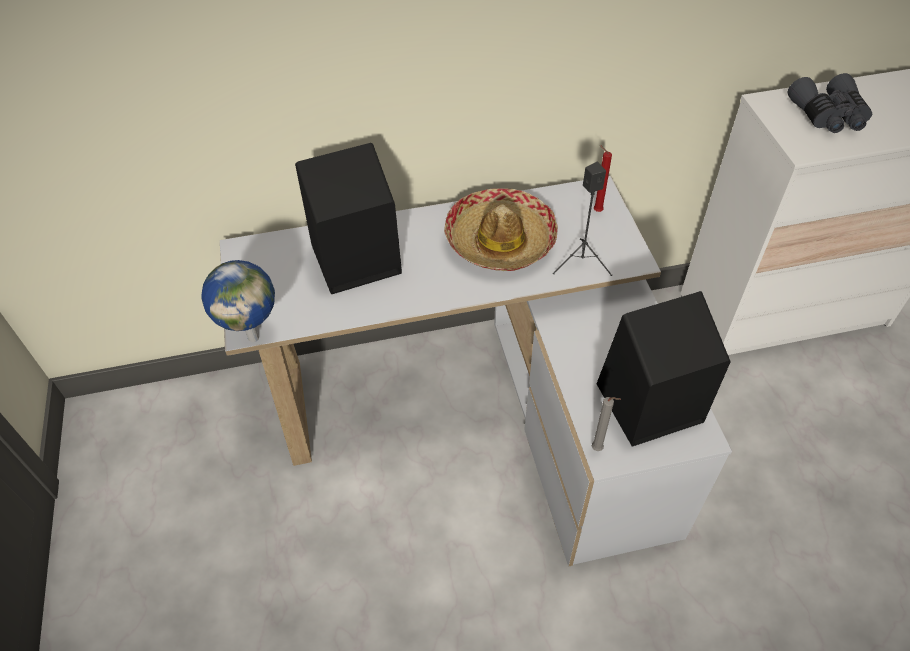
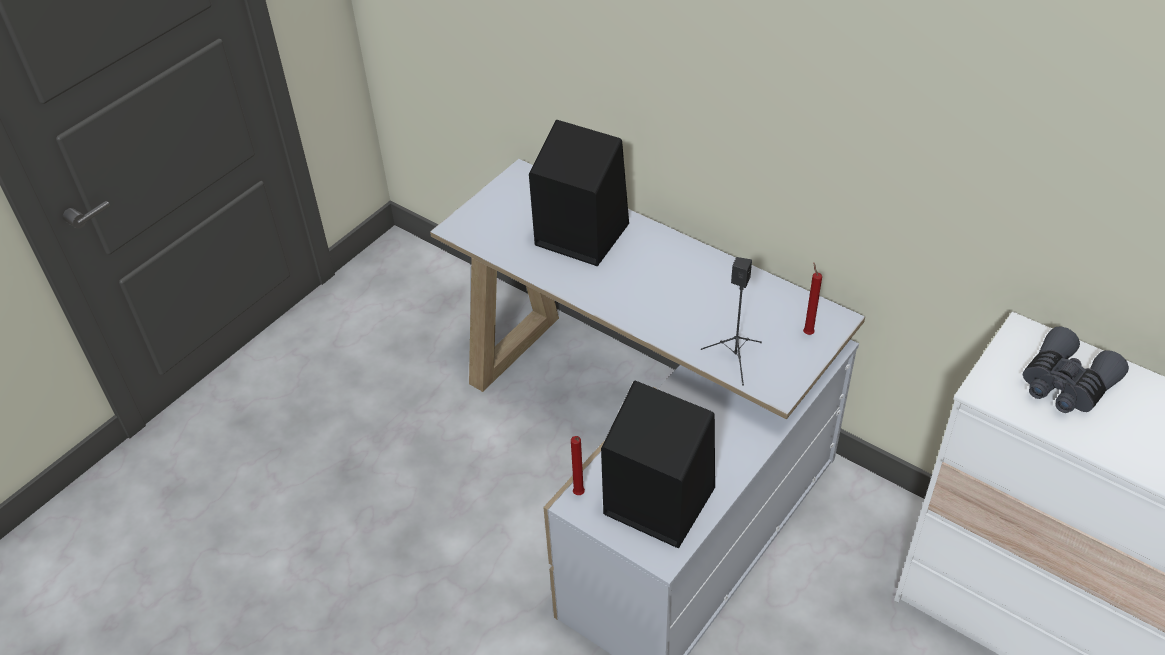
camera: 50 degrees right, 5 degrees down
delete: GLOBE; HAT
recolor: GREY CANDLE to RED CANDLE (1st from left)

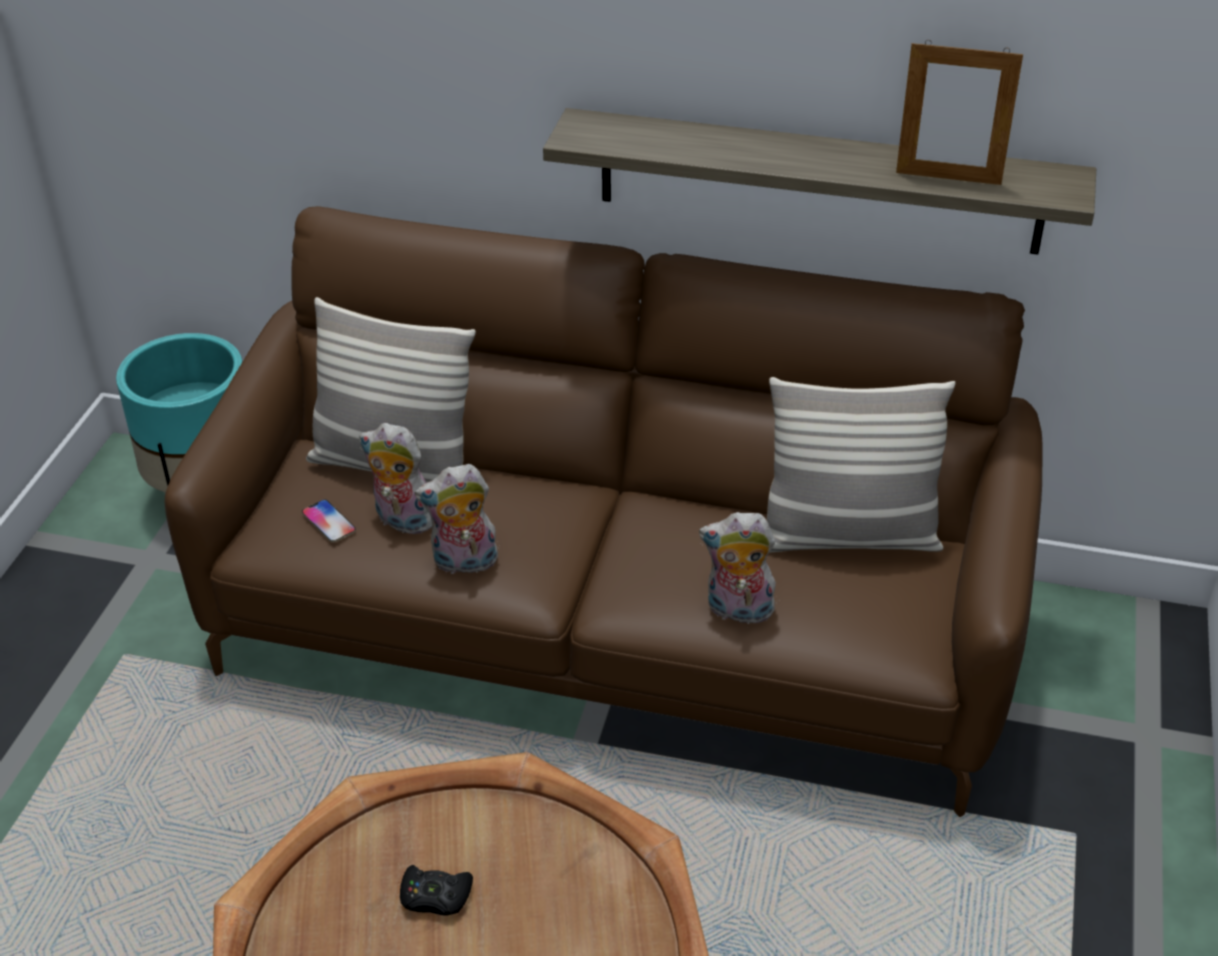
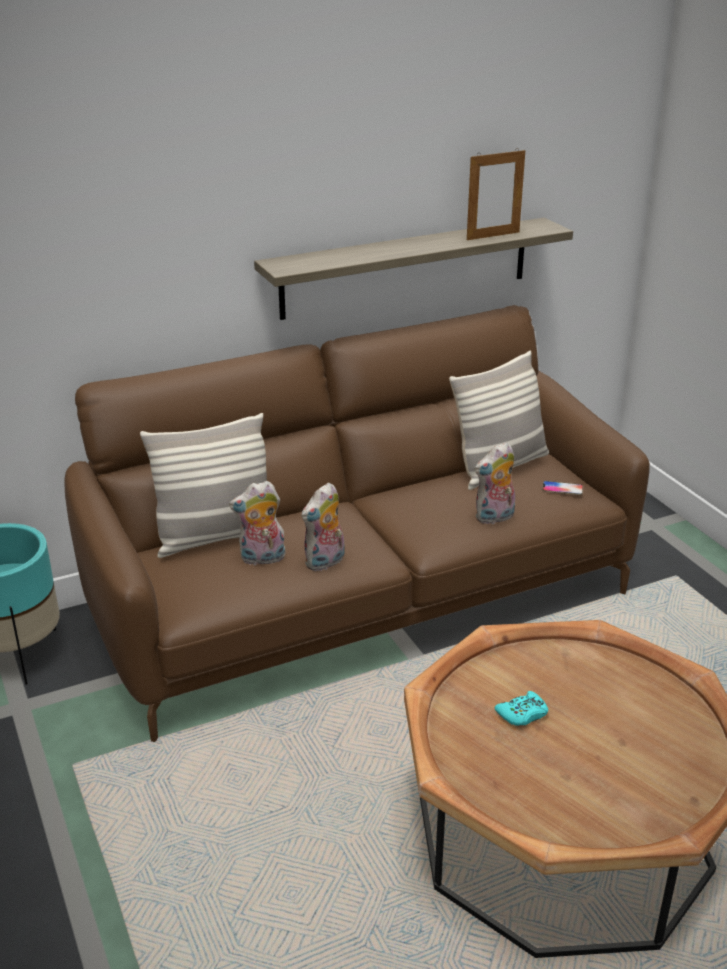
camera: 40 degrees left, 10 degrees down
move: PHONE
recolor: BLACK GAME CONTROLLER to TURQUOISE GAME CONTROLLER

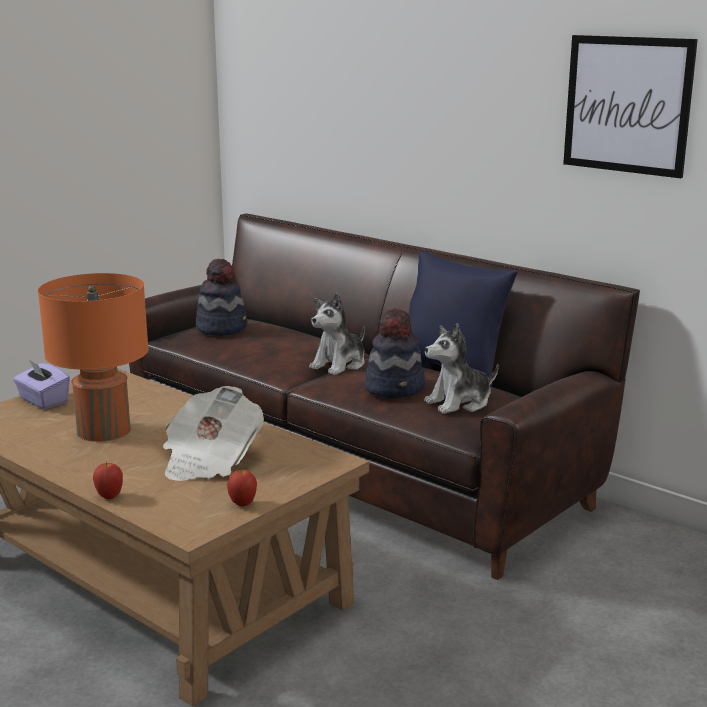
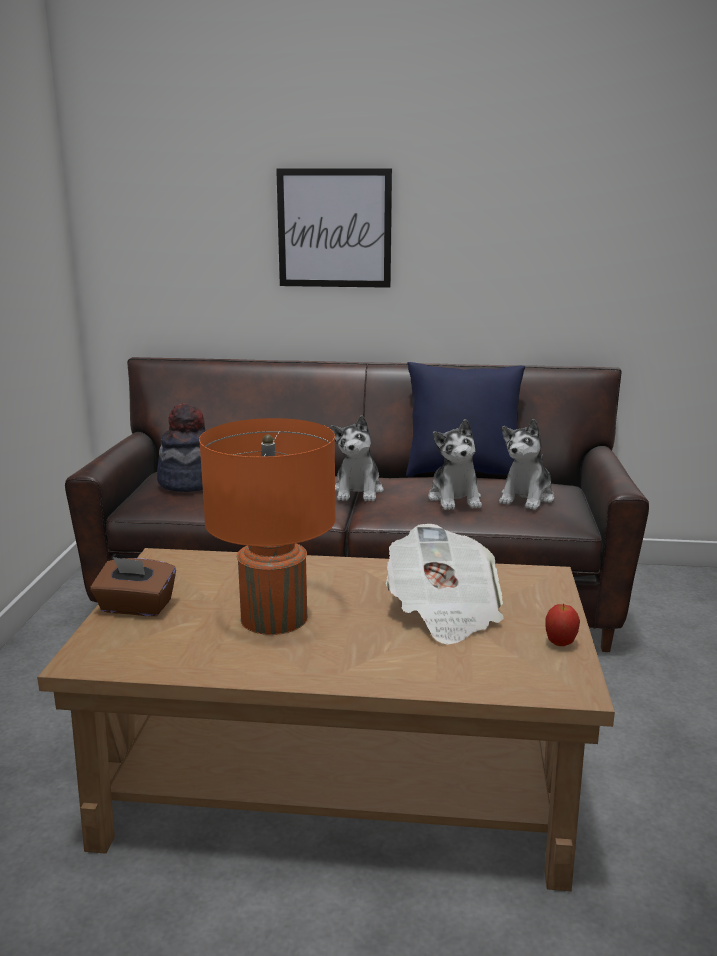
camera: 35 degrees left, 0 degrees up
delete: APPLE (1st from left)
move: PICTURE
replace: HAT (2nd from left) to PLUSH TOY (2nd from left)
recolor: PURPLE TISSUE BOX to BROWN TISSUE BOX

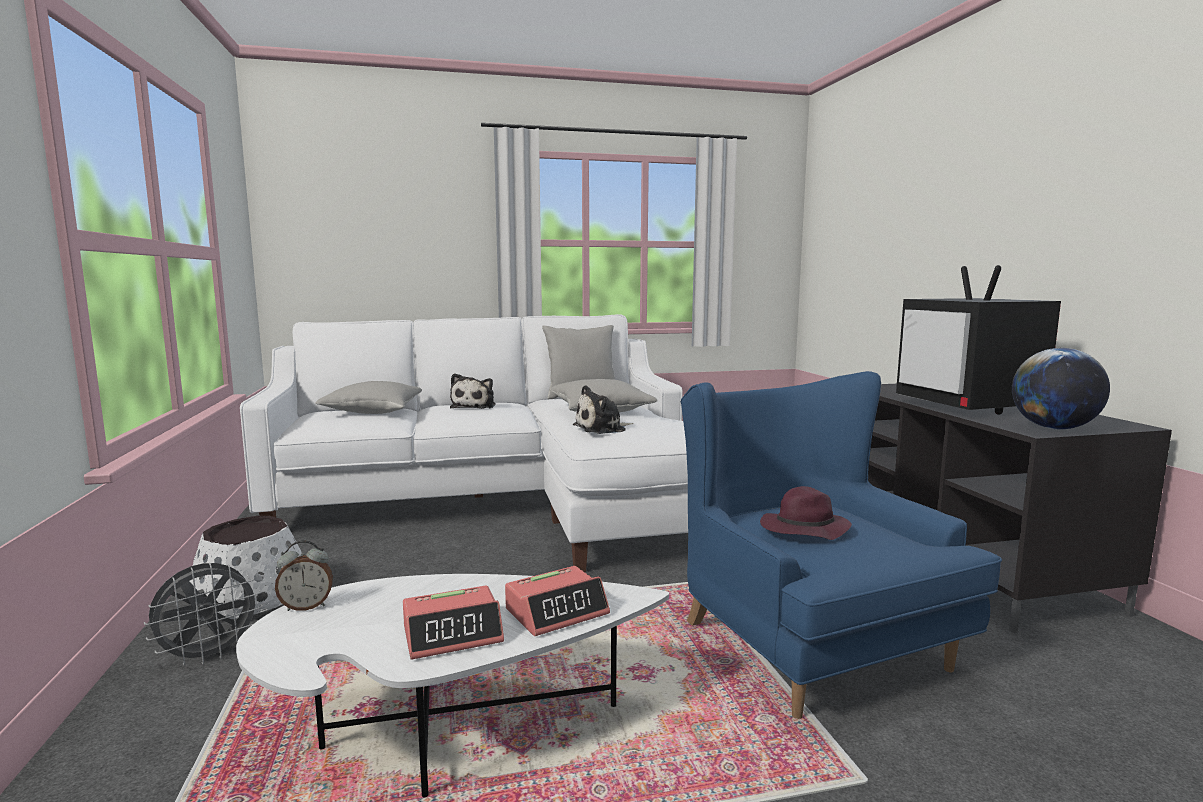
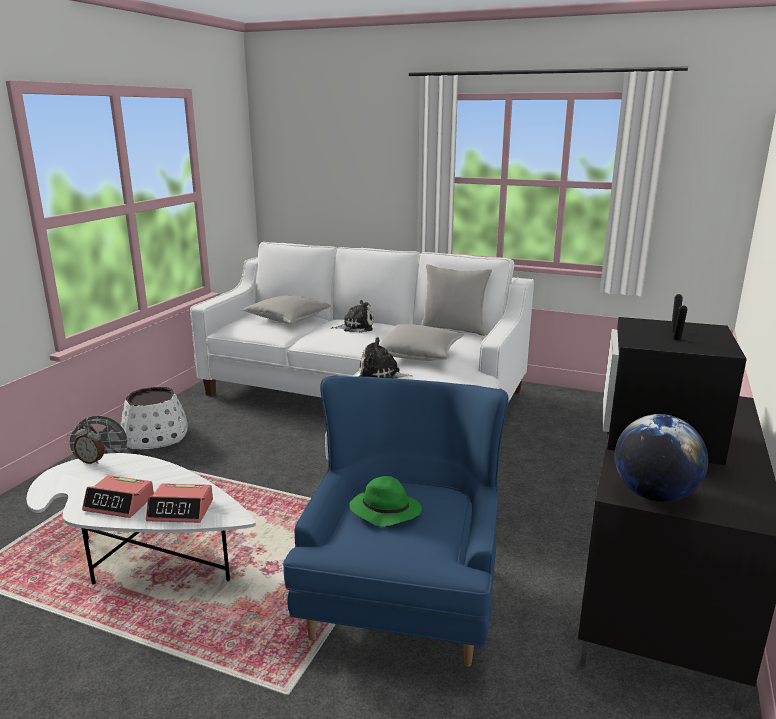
camera: 35 degrees right, 10 degrees up
recolor: PURPLE HAT to GREEN HAT
rotate: PLUSH TOY (1st from left) 135 degrees counterclockwise

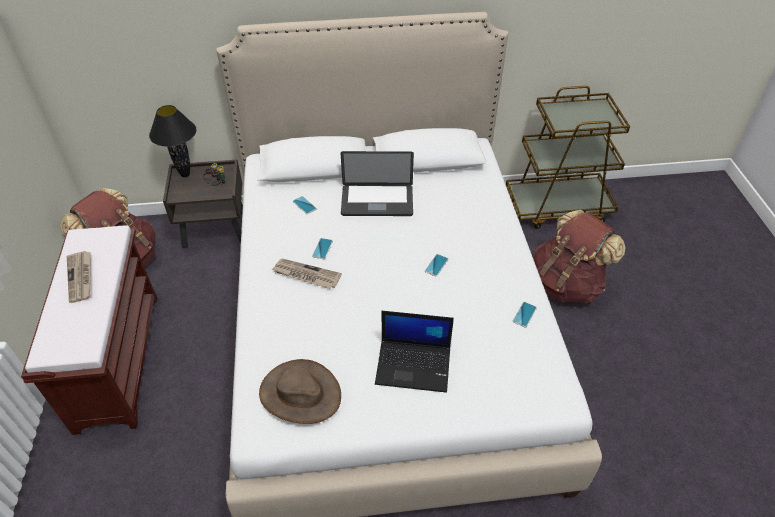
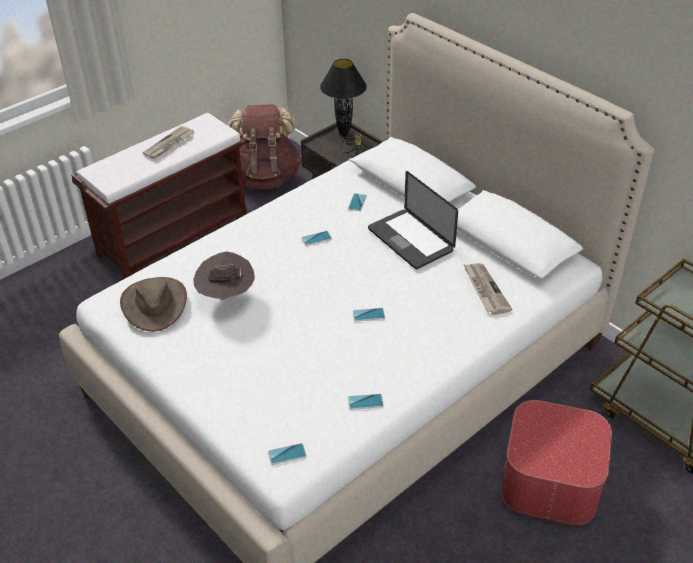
camera: 55 degrees right, 5 degrees down
delete: LAPTOP (2nd from left)
insert: BROWN HAT (2nd from left); PHONE (1st from left)
move: NEWSPAPER (2nd from left)
replace: BROWN BACKPACK (2nd from left) to OTTOMAN

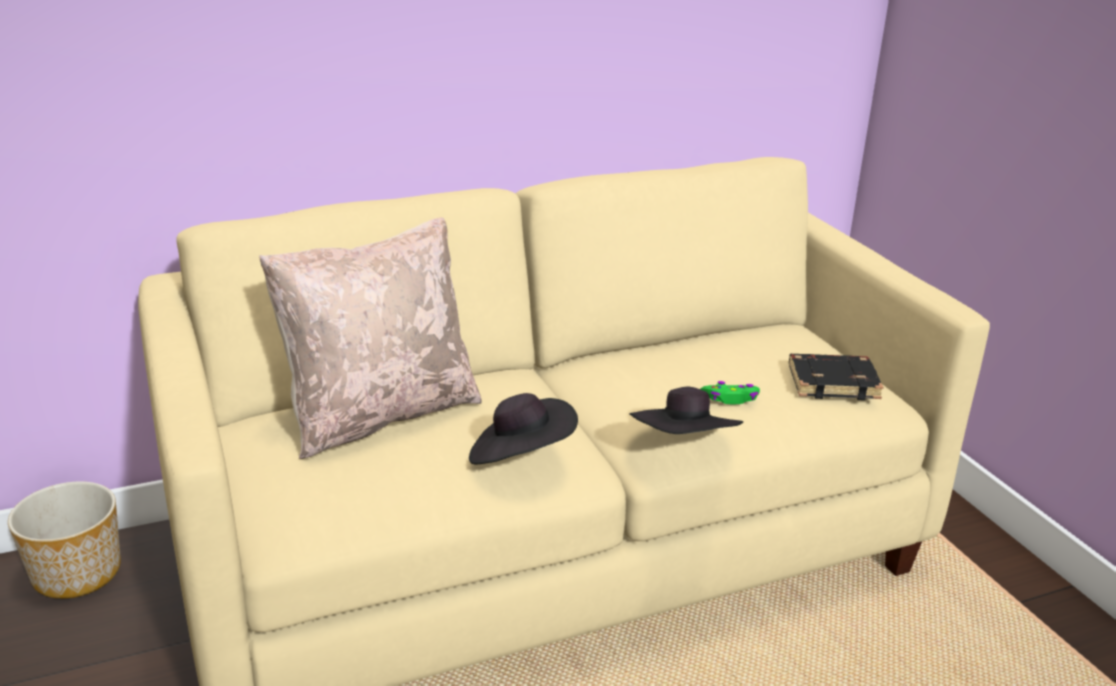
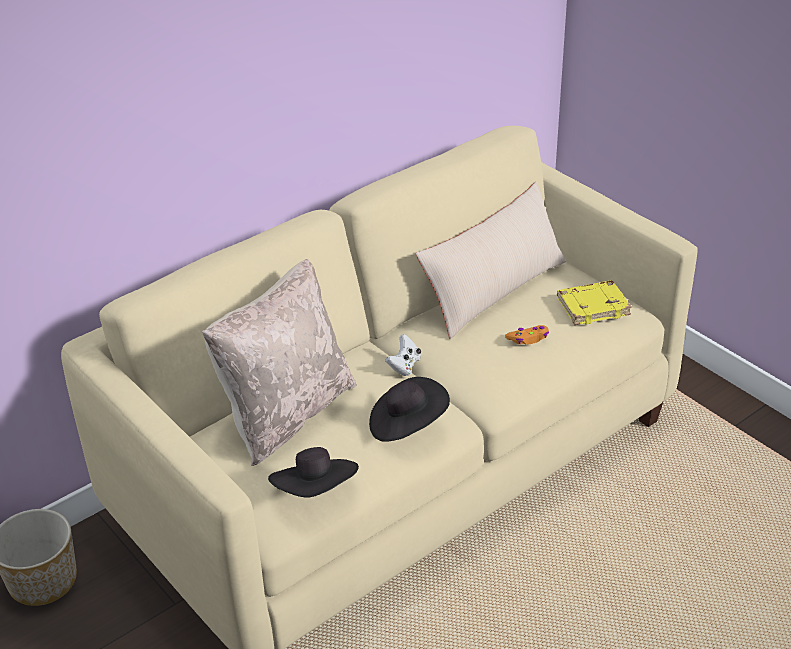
camera: 15 degrees left, 10 degrees up
insert: WHITE GAME CONTROLLER; BEIGE PILLOW (2nd from left)
move: BLACK HAT (2nd from left in the first image) to BLACK HAT (1st from left)
recolor: GREEN GAME CONTROLLER to ORANGE GAME CONTROLLER; BLACK BOOK to YELLOW BOOK

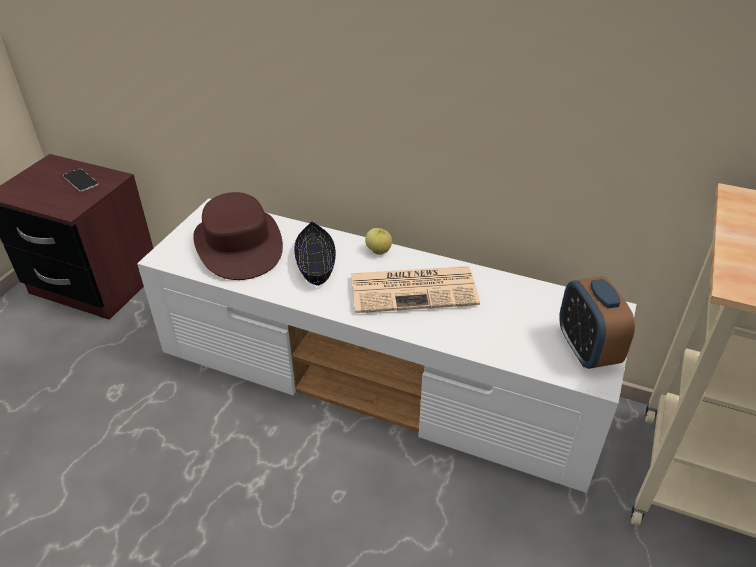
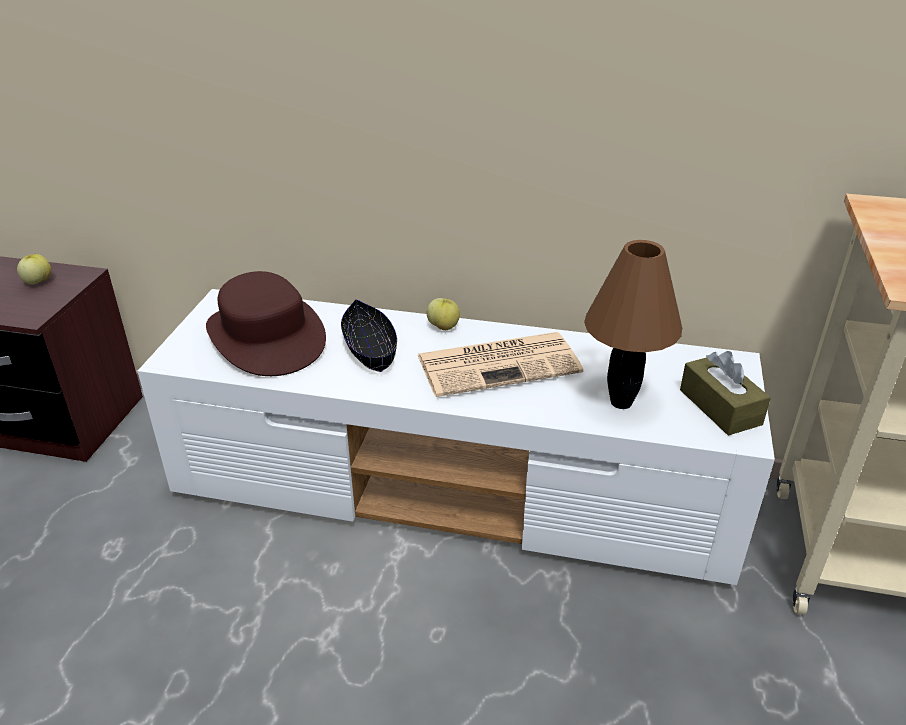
camera: 10 degrees left, 5 degrees down
insert: BROWN TABLE LAMP
replace: PHONE to APPLE (1st from left); ALARM CLOCK to BROWN TISSUE BOX

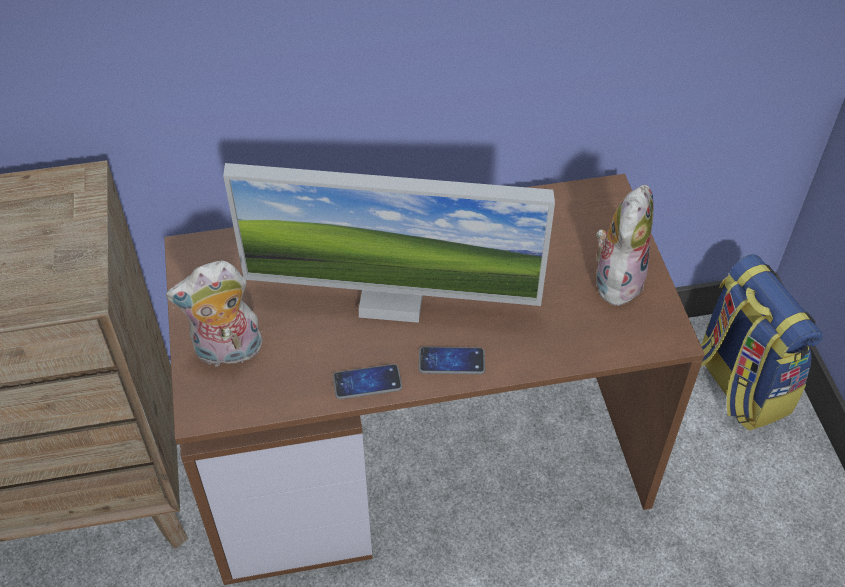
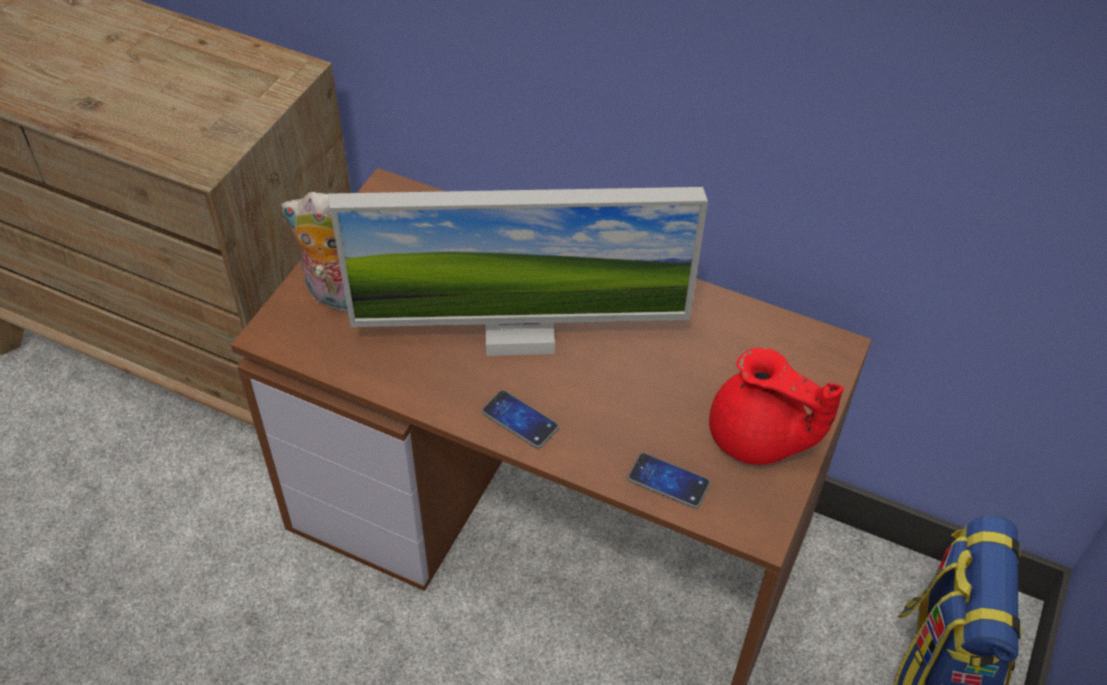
camera: 35 degrees right, 0 degrees up
move: PHONE (1st from left in the first image) to PHONE (2nd from left)
replace: PLUSH TOY (2nd from left) to RED TEAPOT
rotate: MONITOR 45 degrees counterclockwise

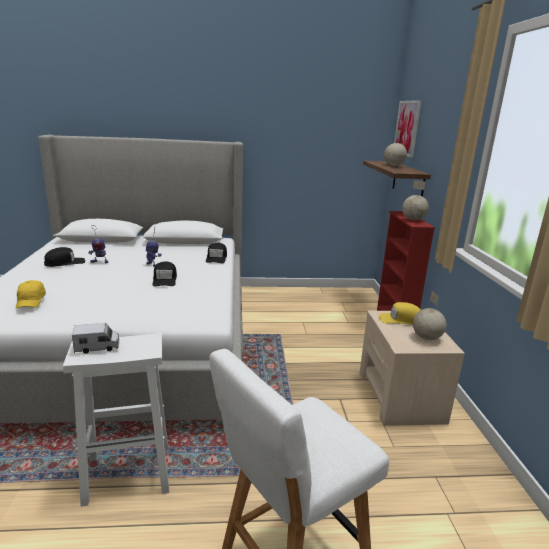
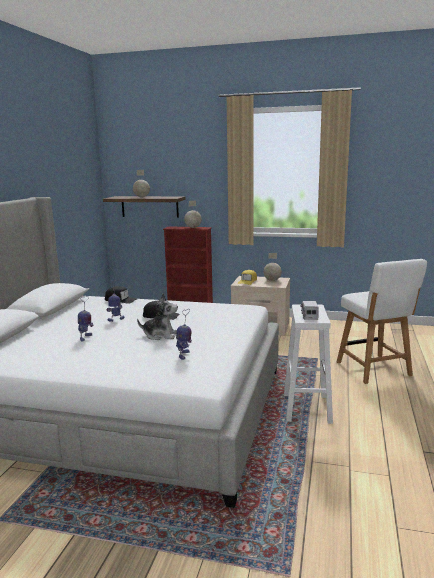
camera: 70 degrees left, 5 degrees down
delete: BLACK CAP (1st from left); PICTURE
insert: PLUSH TOY
replace: YELLOW CAP (1st from left) to TOY ROBOT (3rd from left)

